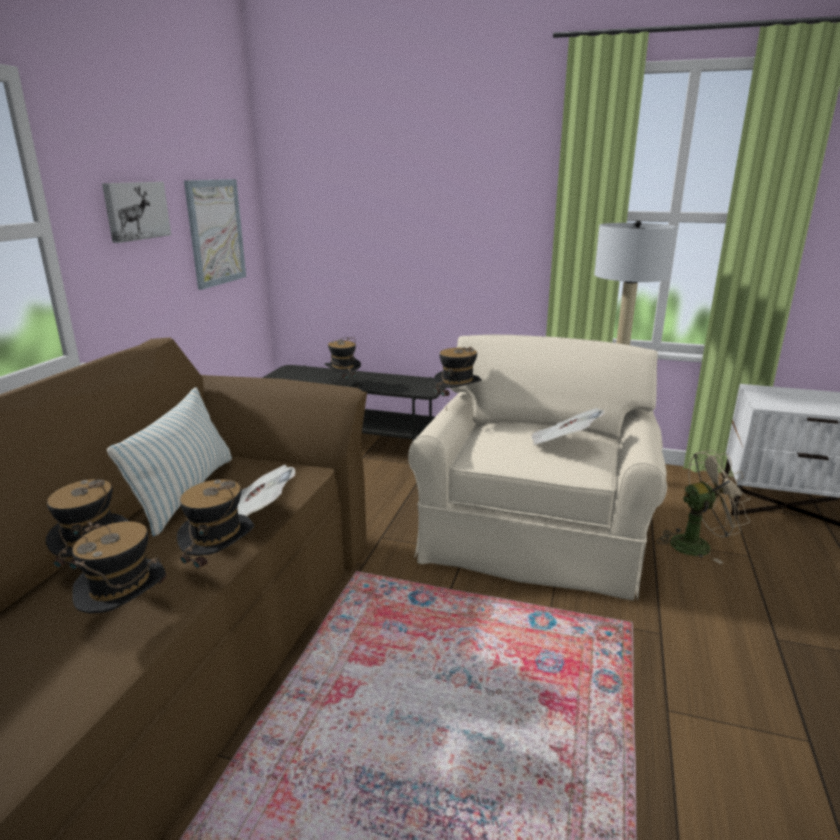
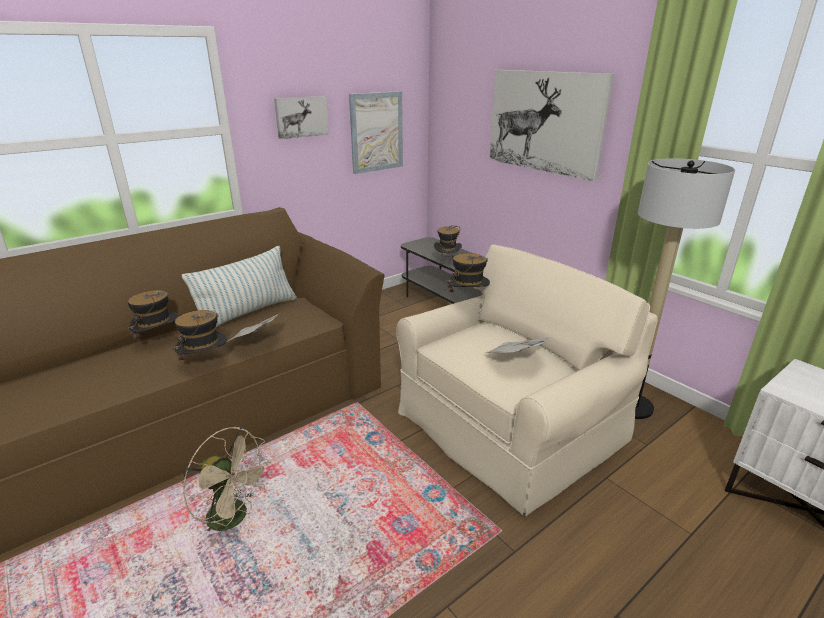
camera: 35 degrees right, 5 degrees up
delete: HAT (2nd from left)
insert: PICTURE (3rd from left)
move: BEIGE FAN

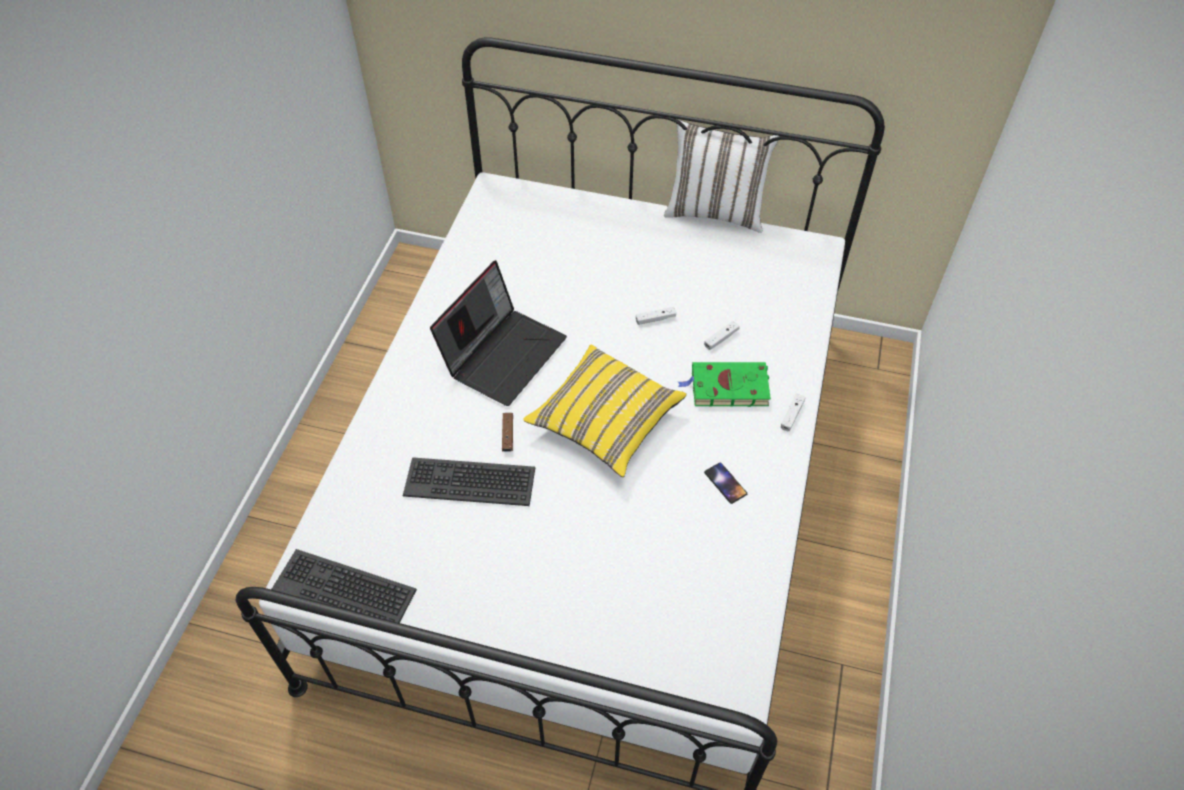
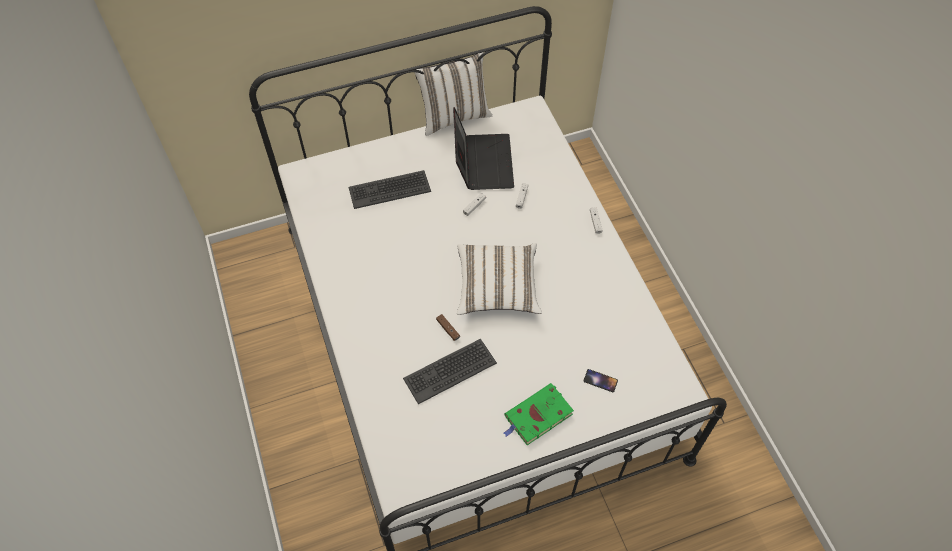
camera: 35 degrees left, 5 degrees up
move: KEYBOARD (1st from left); LAPTOP; GREEN BOOK; PHONE
recolor: YELLOW PILLOW to WHITE PILLOW (2nd from left)

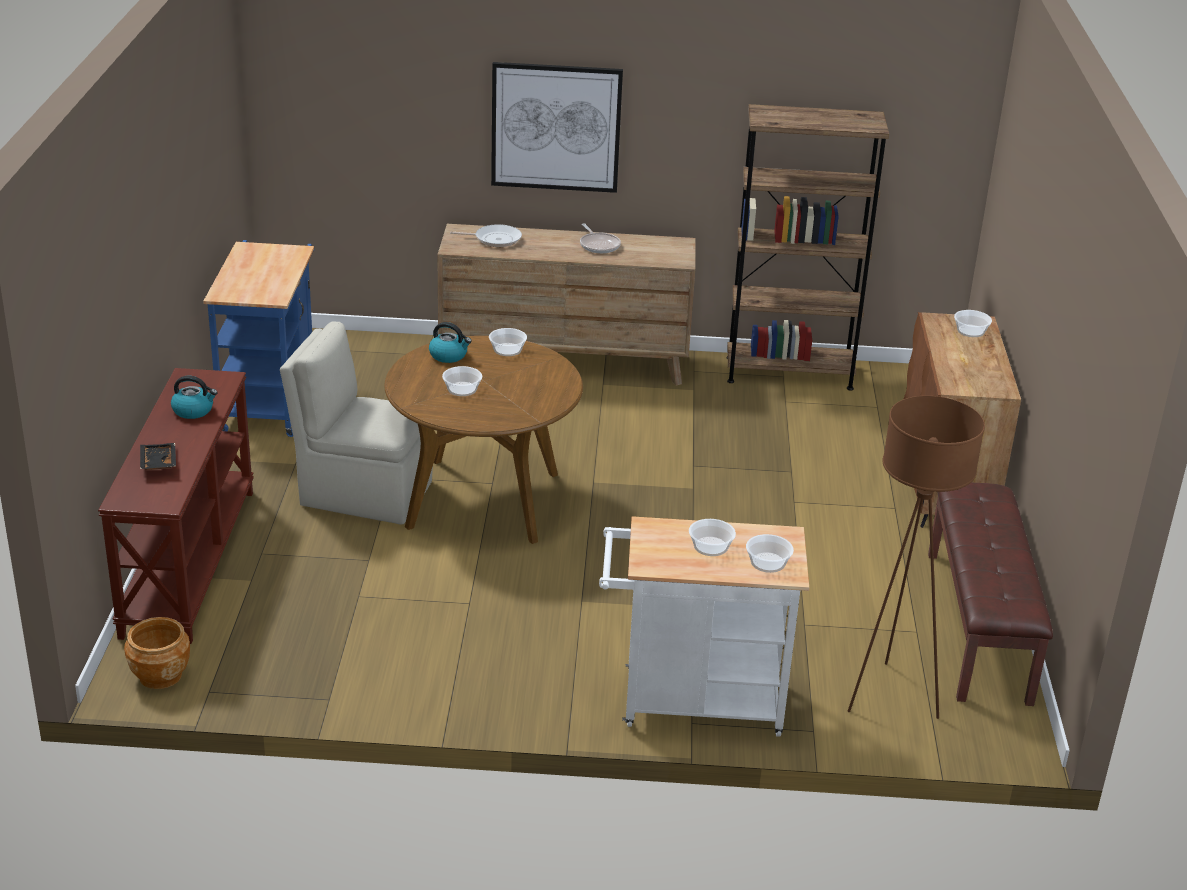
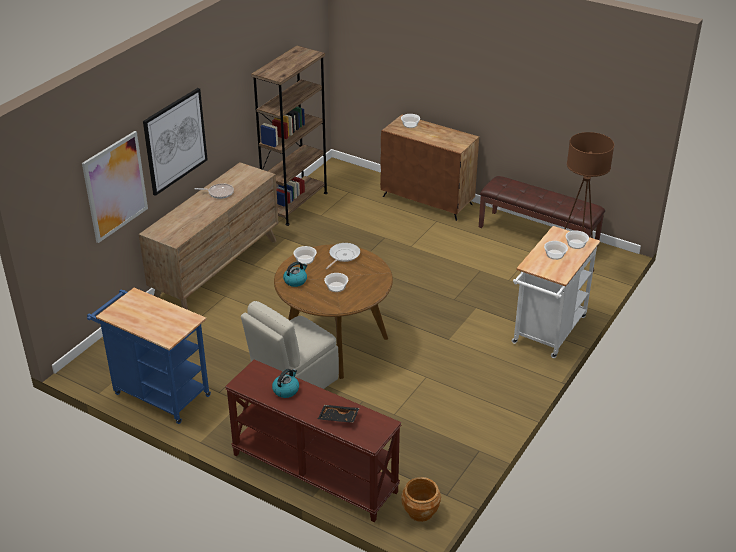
camera: 60 degrees left, 5 degrees up
insert: PICTURE (1st from left)
move: FRYING PAN (1st from left in the first image) to FRYING PAN (2nd from left)

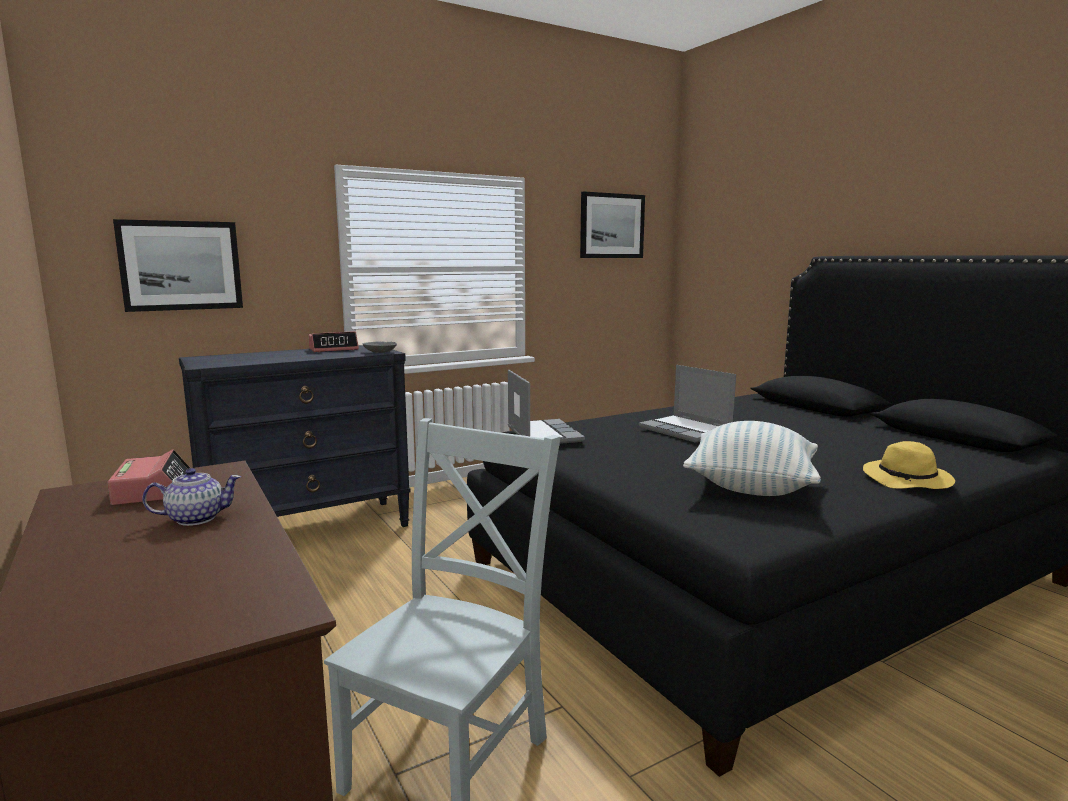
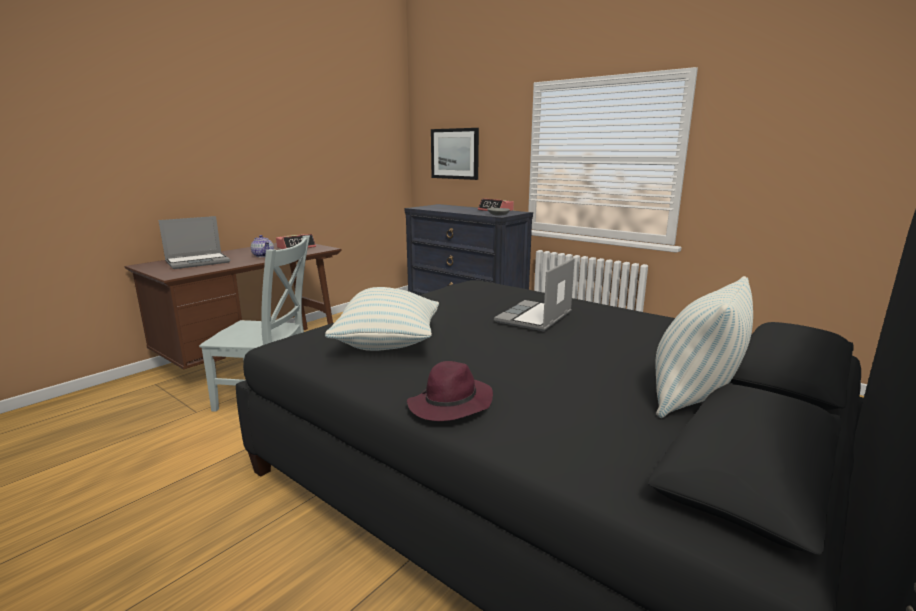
camera: 70 degrees right, 5 degrees up
delete: PICTURE (2nd from left)
insert: PILLOW (2nd from left)
move: LAPTOP (1st from left)
recolor: YELLOW HAT to PURPLE HAT

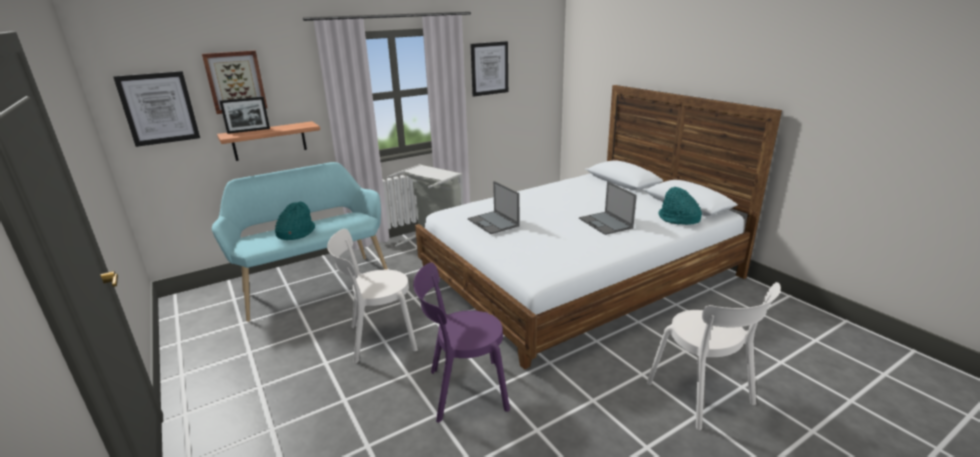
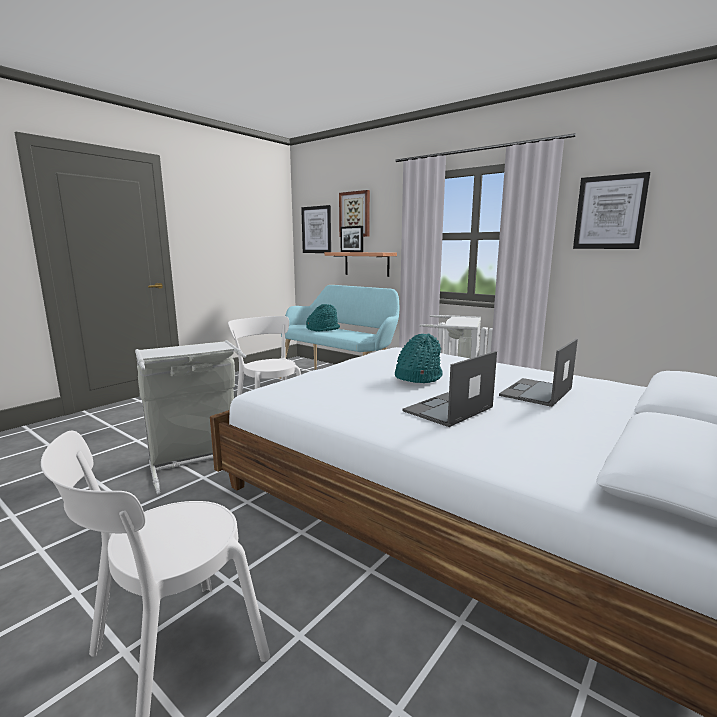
camera: 70 degrees right, 10 degrees down
move: TURQUOISE HAT (2nd from left); LAPTOP (1st from left in the first image) to LAPTOP (2nd from left)
replace: PURPLE CHAIR to GREY LAUNDRY BASKET (1st from left)

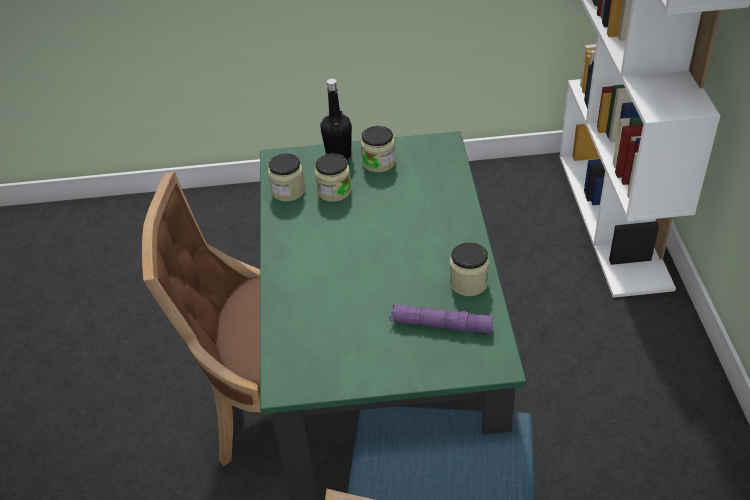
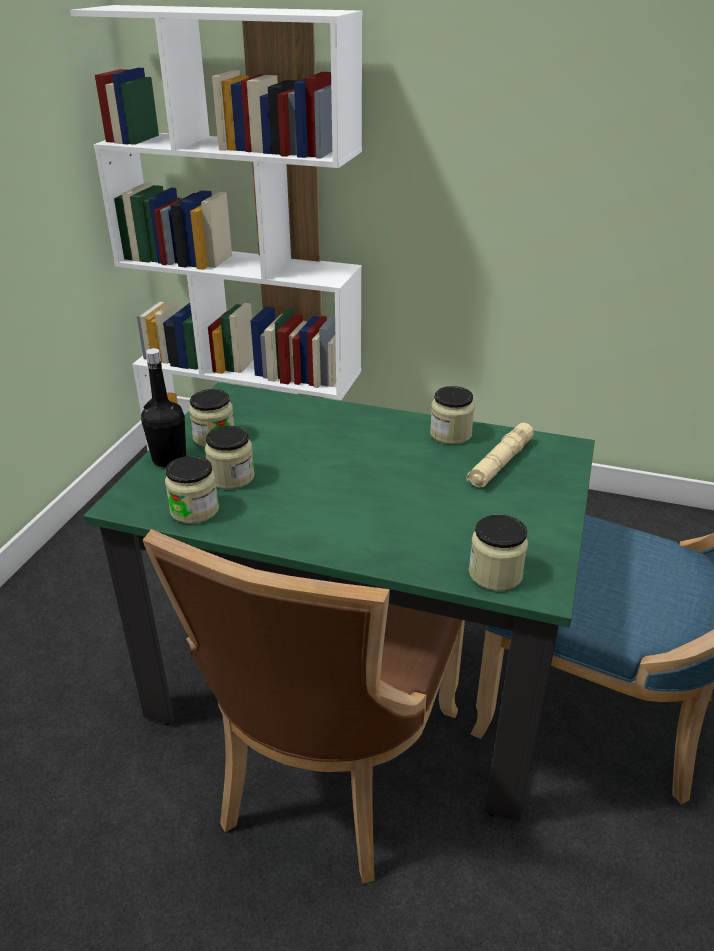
camera: 70 degrees left, 10 degrees down
insert: JAR (5th from left)
recolor: PURPLE FLASHLIGHT to BEIGE FLASHLIGHT

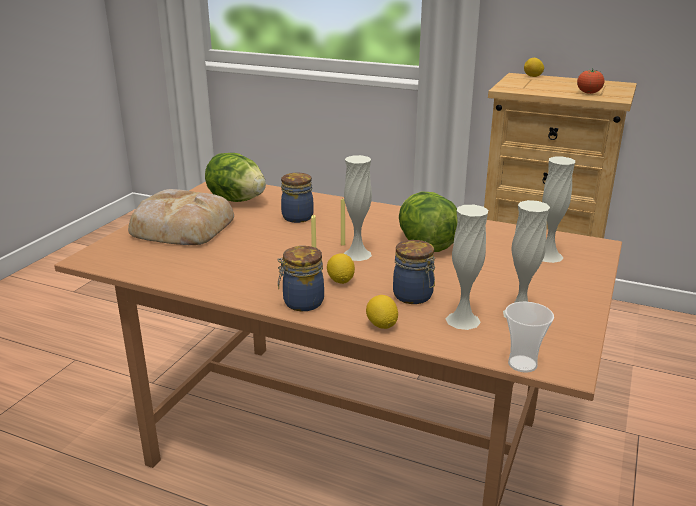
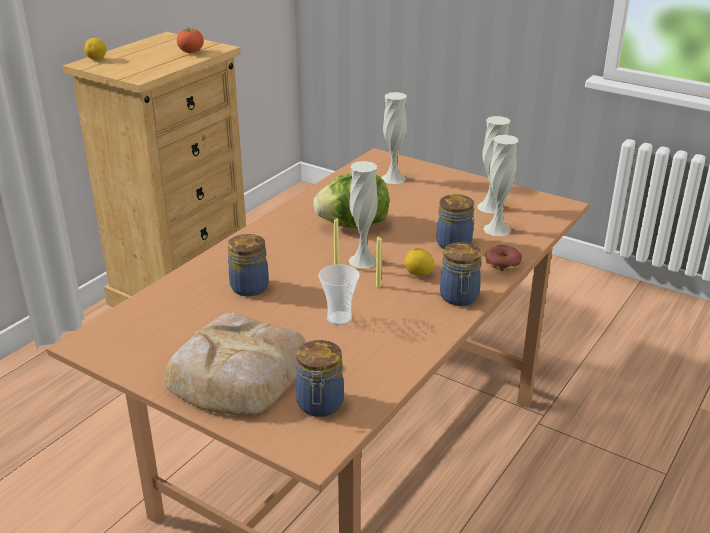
camera: 80 degrees left, 5 degrees up
delete: LETTUCE (1st from left)
insert: JAR (2nd from left)
move: CUP
replace: LEMON (2nd from left) to DONUT

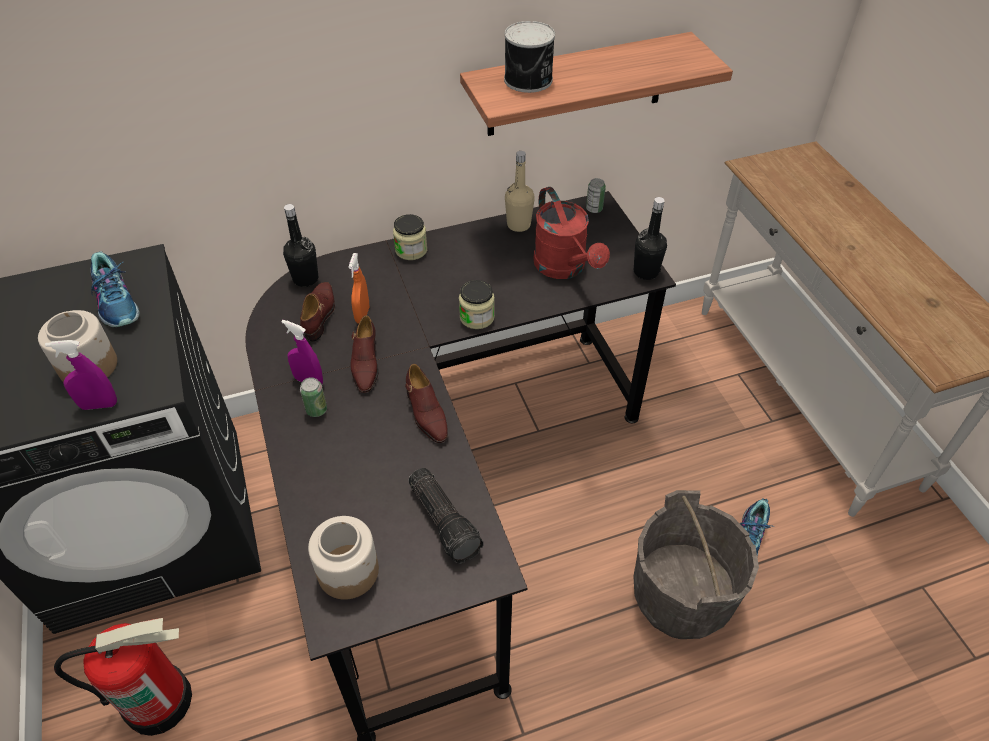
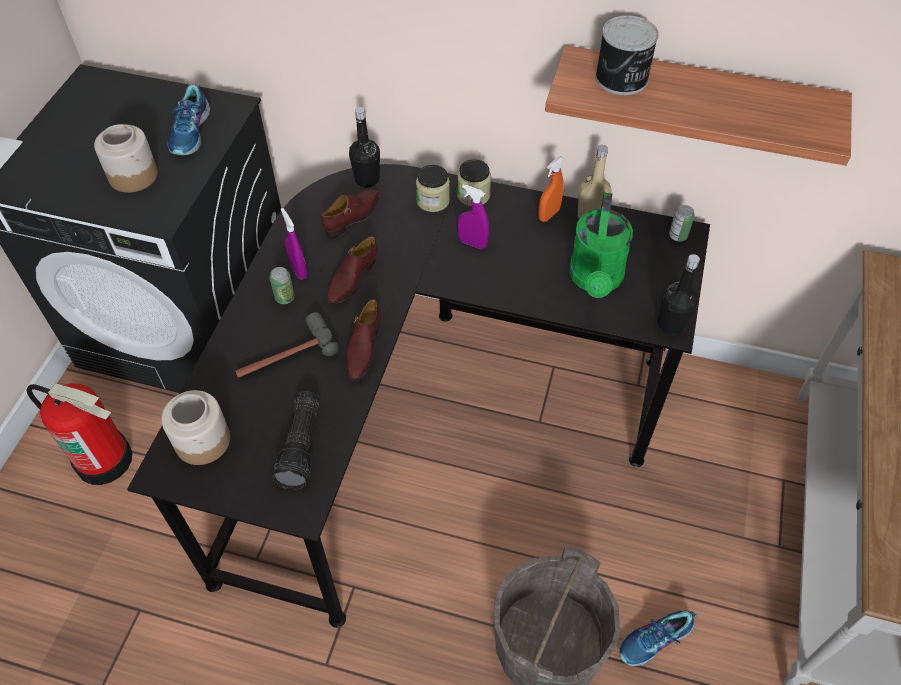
camera: 35 degrees right, 5 degrees up
insert: HAMMER
move: JAR (4th from left in the first image) to JAR (3rd from left); PURPLE SPRAY BOTTLE (1st from left in the first image) to PURPLE SPRAY BOTTLE (2nd from left); ORANGE SPRAY BOTTLE
recolor: RED WATERING CAN to GREEN WATERING CAN

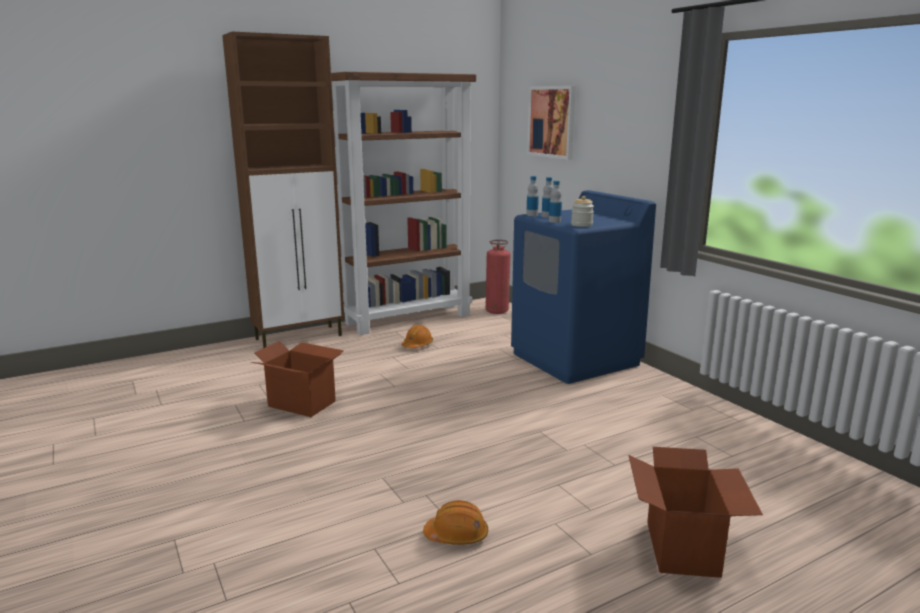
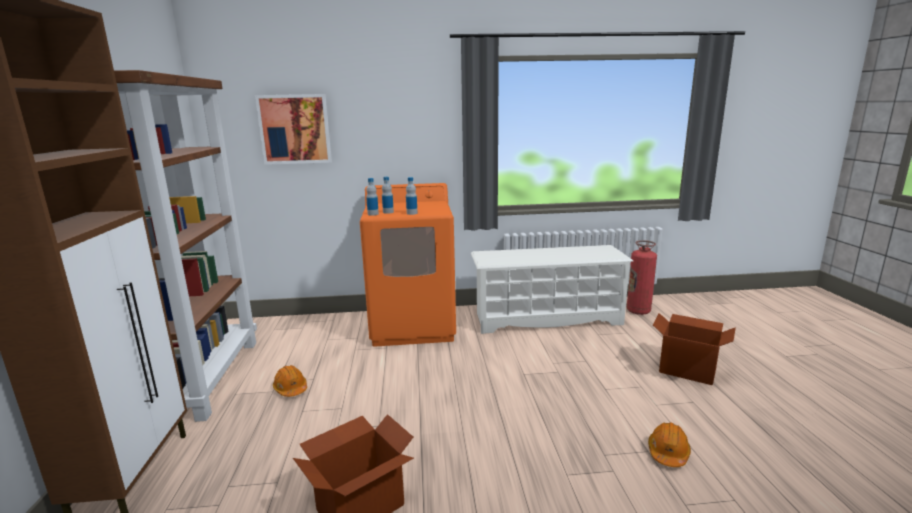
camera: 65 degrees left, 0 degrees up
delete: JAR
insert: WHITE SHOE RACK
move: FIRE EXTINGUISHER
recolor: BLUE WASHING MACHINE to ORANGE WASHING MACHINE

